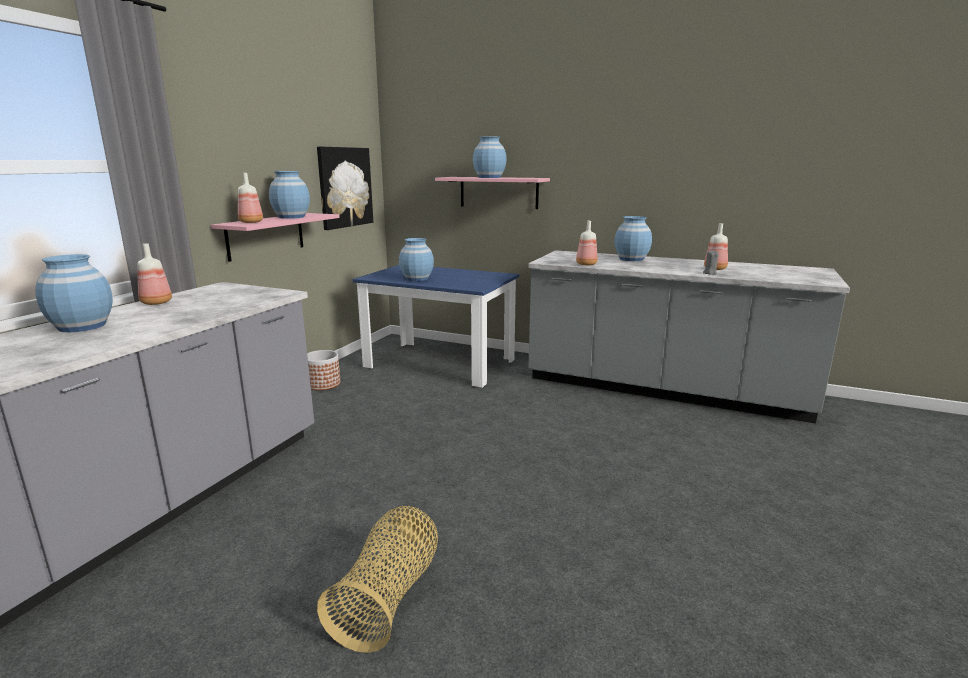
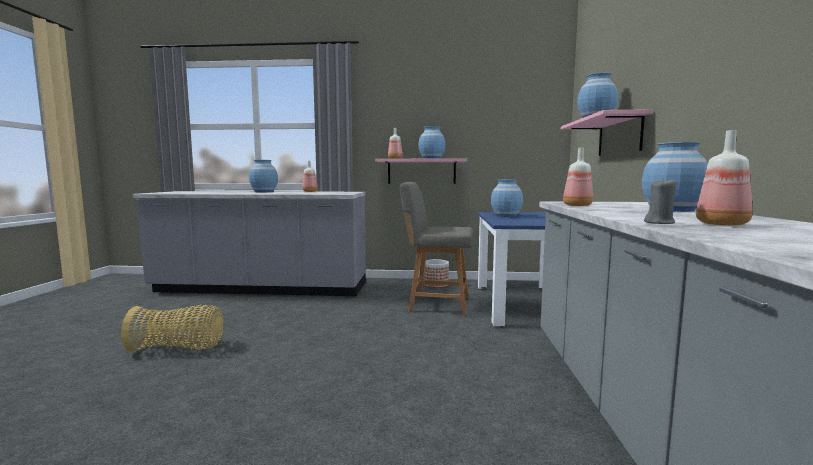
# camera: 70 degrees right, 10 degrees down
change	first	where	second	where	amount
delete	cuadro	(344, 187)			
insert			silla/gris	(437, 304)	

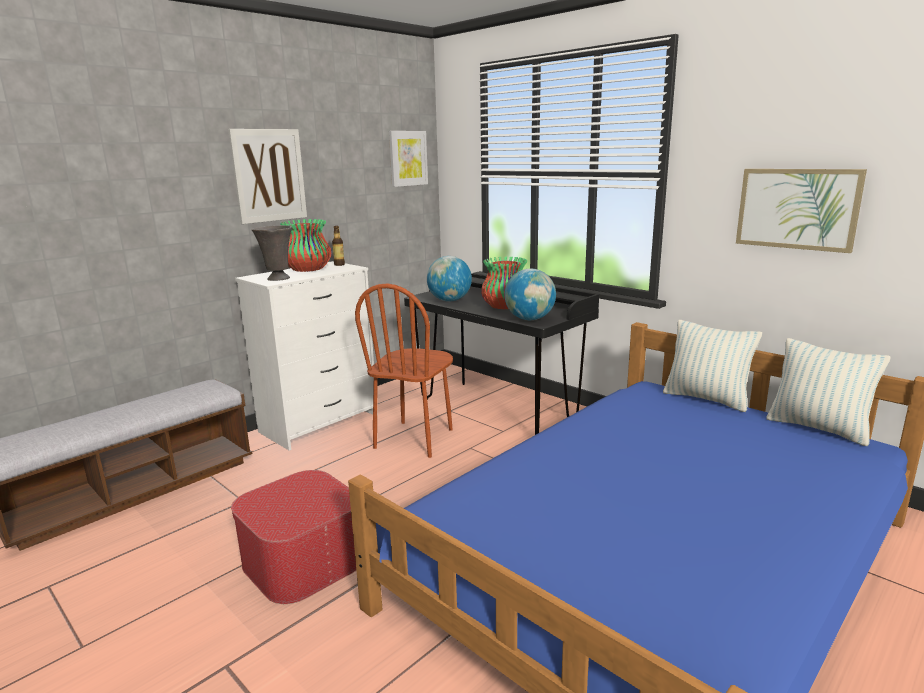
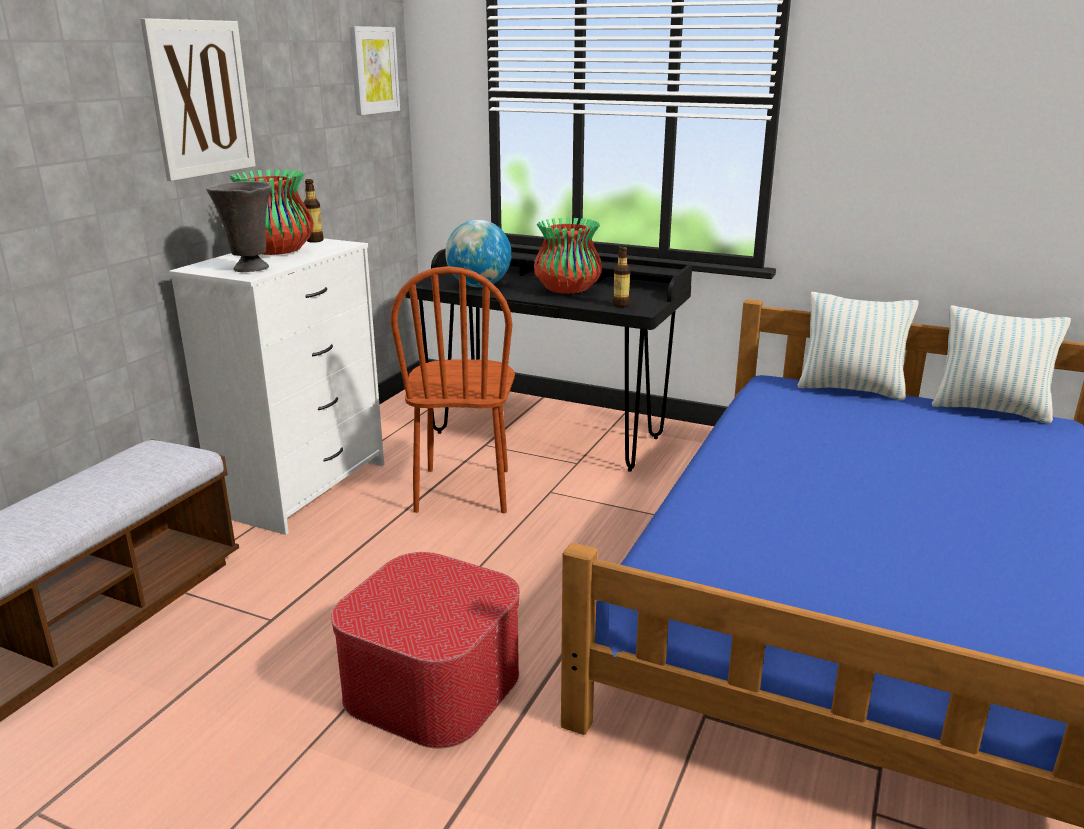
# camera: 20 degrees left, 5 degrees up
change	first	where	second	where	amount
delete	cuadro	(797, 208)			
replace	globo terráqueo	(530, 319)	botella	(620, 305)	

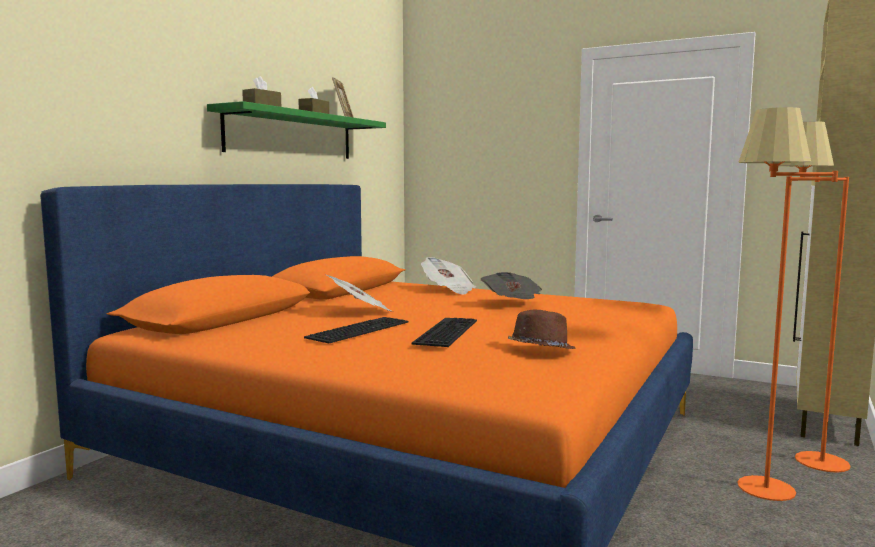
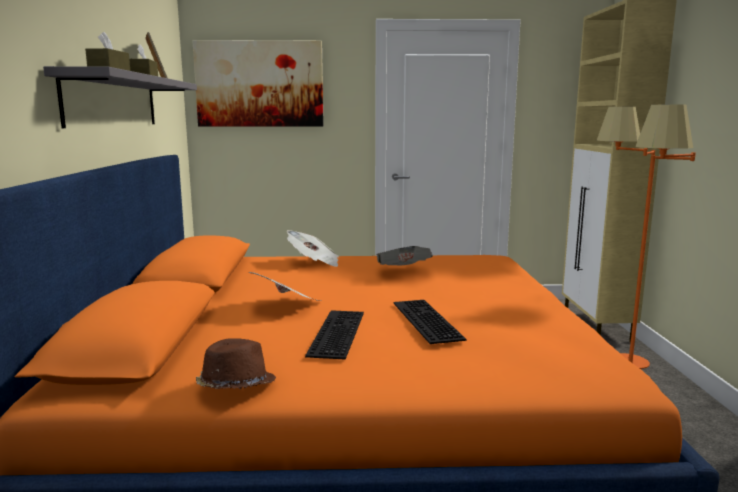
# camera: 30 degrees left, 5 degrees up
change	first	where	second	where	amount
insert			cuadro	(259, 84)	
move	sombrero/marrón	(540, 350)		(235, 386)	
recolor	estante/verde	(292, 135)	estante/gris	(113, 101)	

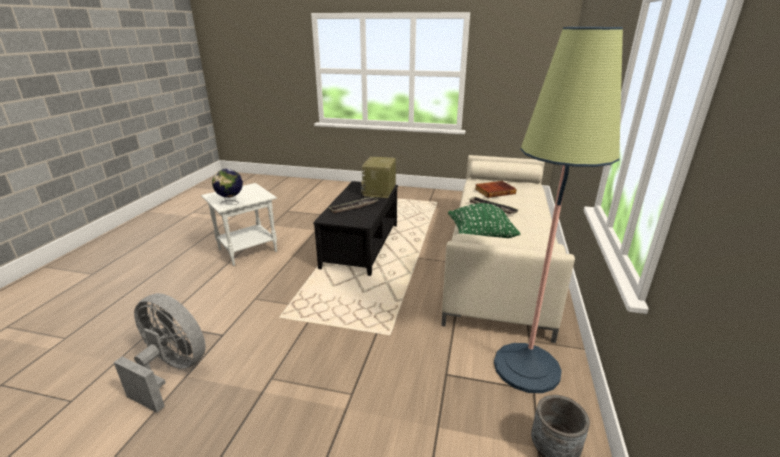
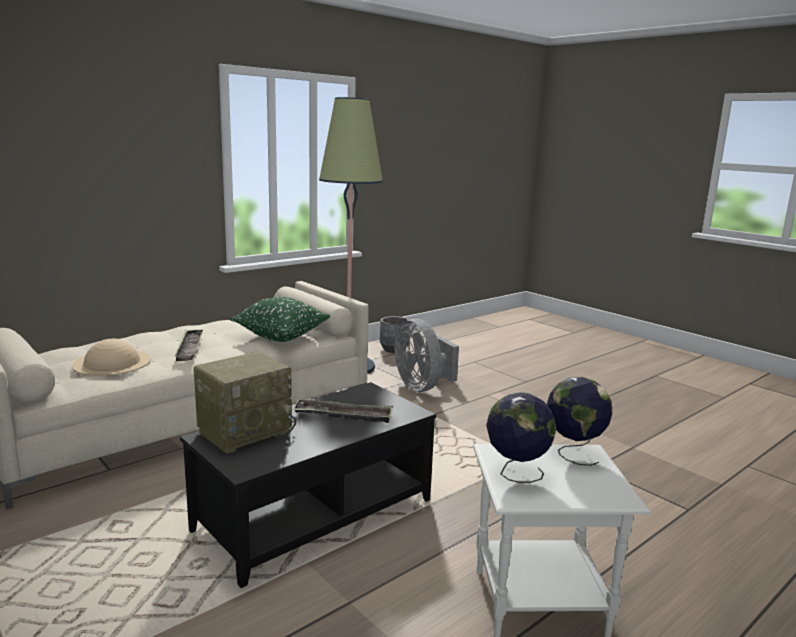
# camera: 145 degrees left, 10 degrees down
change	first	where	second	where	amount
insert			globo terráqueo	(516, 473)	
move	ventilador/gris	(171, 371)		(422, 387)	
replace	libro	(494, 191)	sombrero/beis	(112, 362)	

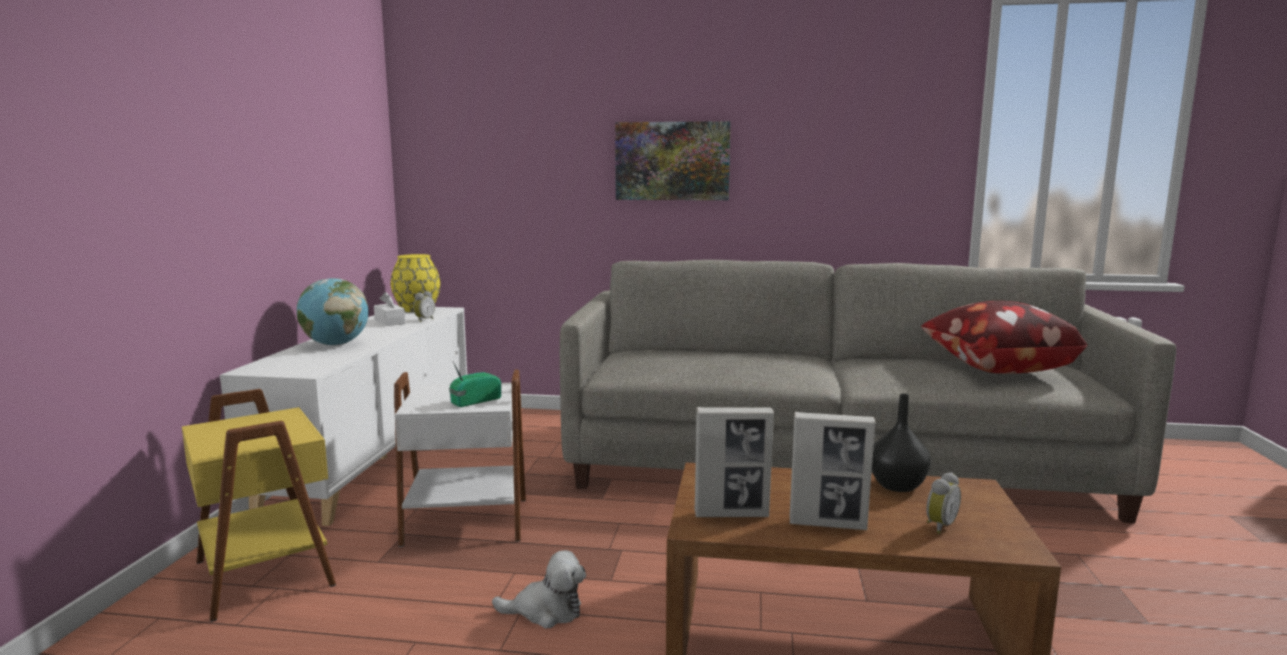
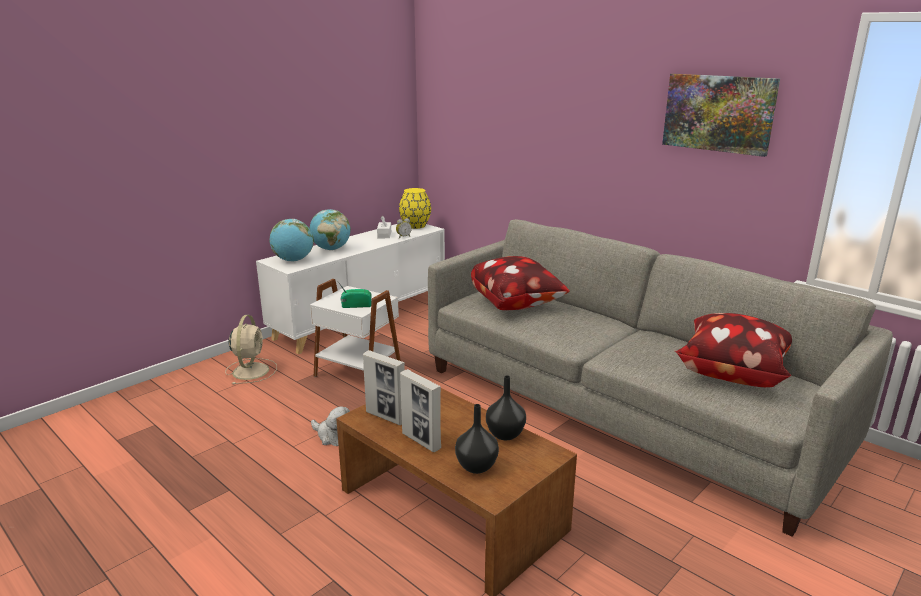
# camera: 35 degrees right, 10 degrees up
change	first	where	second	where	amount
insert			globo terráqueo	(293, 260)	
insert			cojín	(516, 304)	
move	cuadro	(672, 161)		(718, 113)	
replace	mesa auxiliar/amarillo	(268, 571)	ventilador/beis	(251, 370)	
replace	despertador	(938, 526)	florero/negro	(477, 466)	

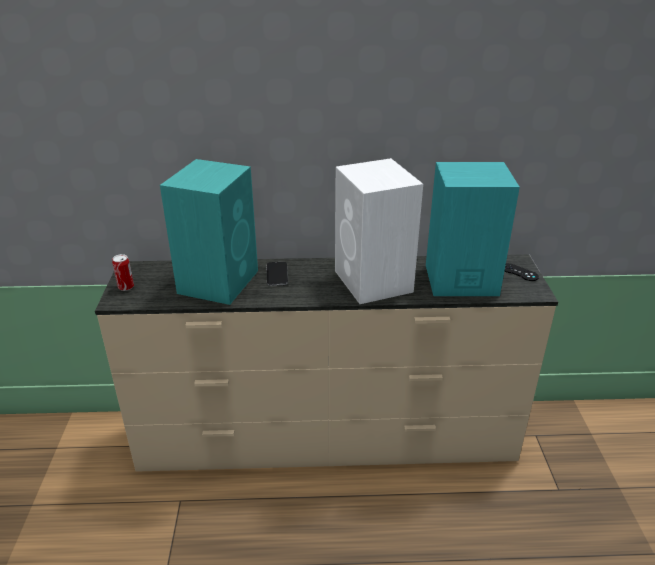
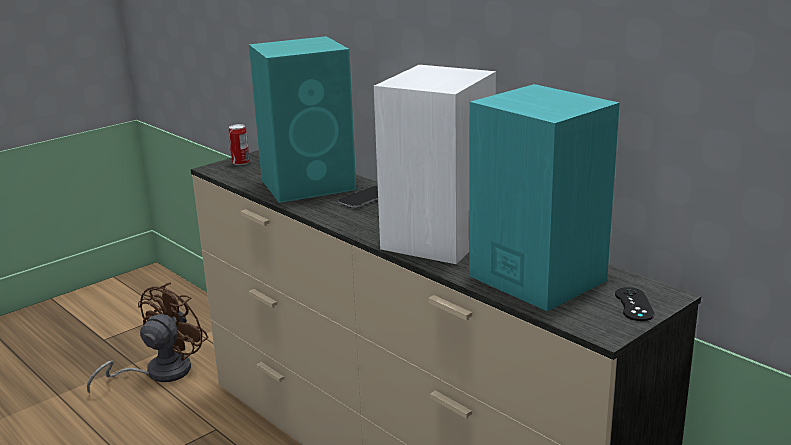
# camera: 50 degrees right, 10 degrees down
change	first	where	second	where	amount
insert			ventilador/marrón	(158, 372)	

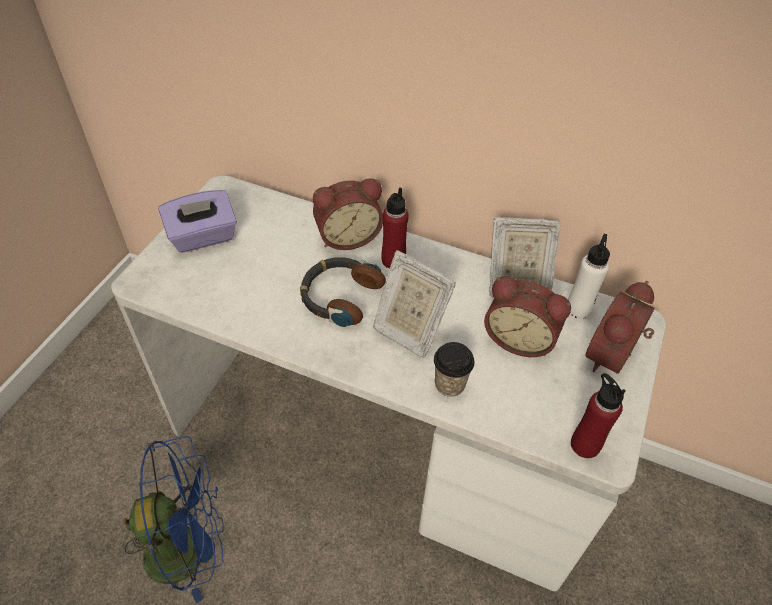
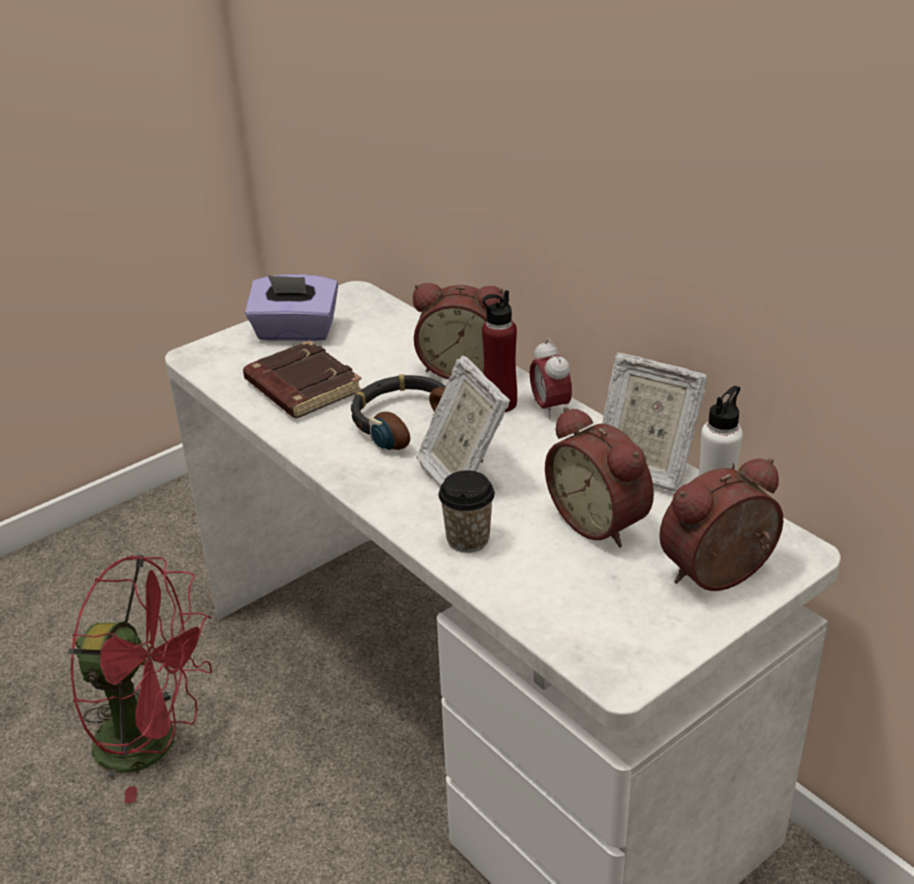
# camera: 30 degrees right, 15 degrees down
change	first	where	second	where	amount
delete	botella/rojo	(585, 444)			
insert			libro/marrón	(301, 388)	
insert			despertador	(550, 408)	
recolor	ventilador/azul	(189, 548)	ventilador/rojo	(154, 742)	

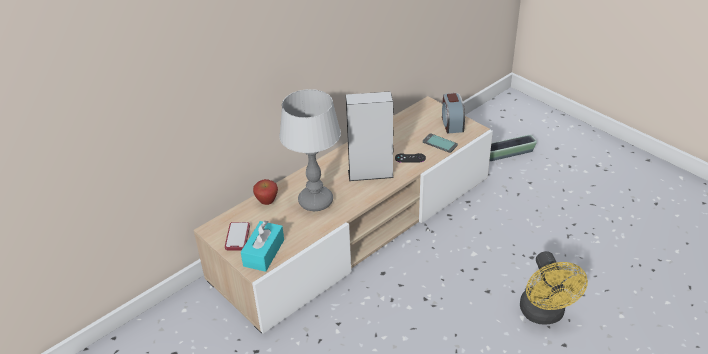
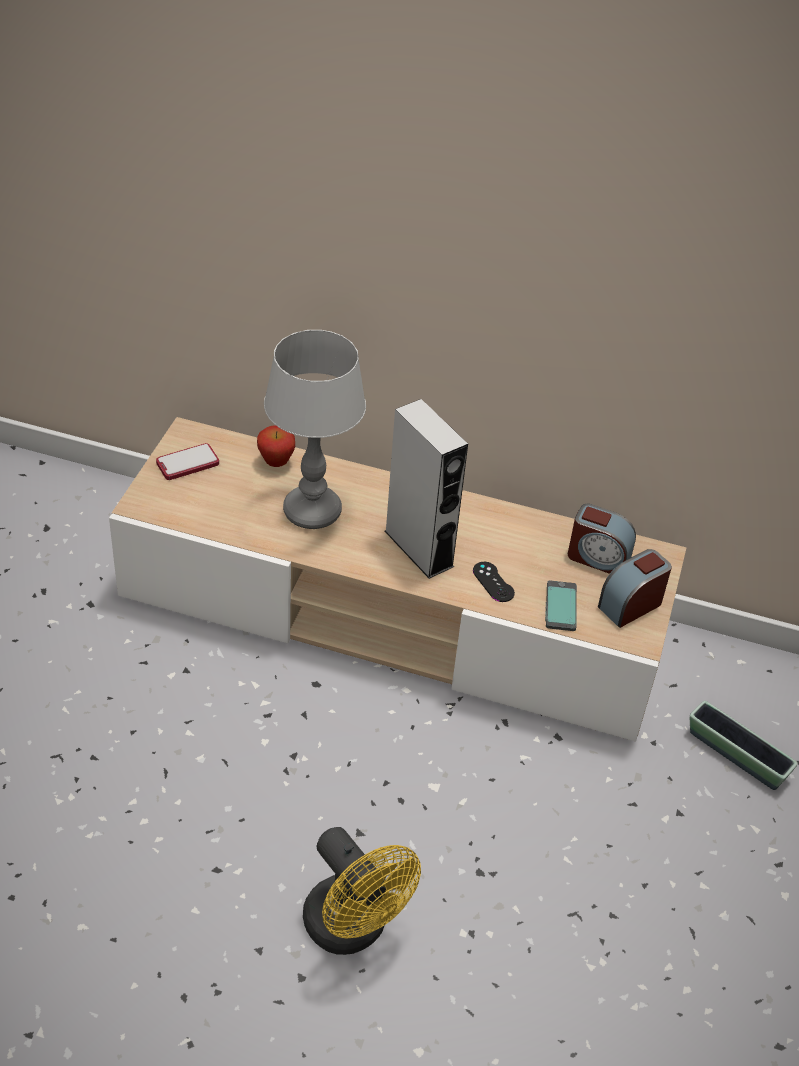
# camera: 55 degrees right, 5 degrees up
change	first	where	second	where	amount
delete	caja de pañuelos/turquesa	(264, 253)			
insert			despertador	(598, 558)	
rotate	ventilador/amarillo	(544, 314)		(353, 929)	90 degrees counterclockwise

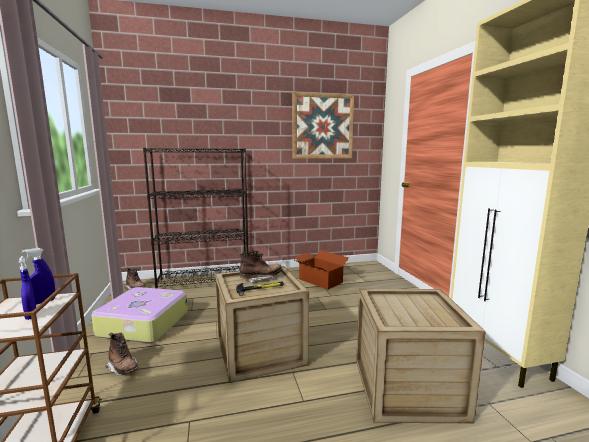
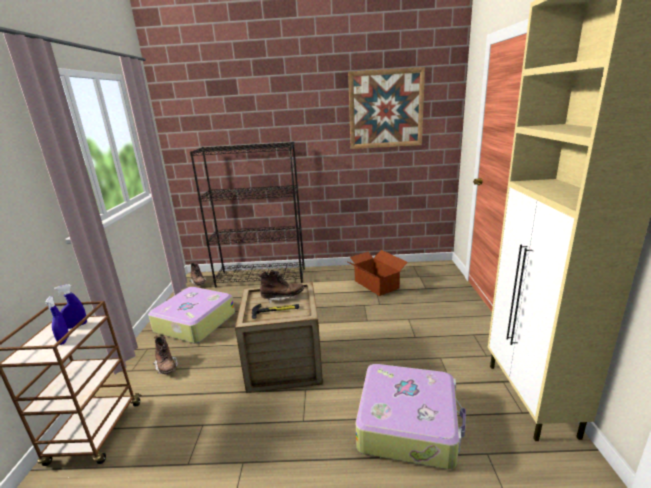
# camera: 15 degrees right, 10 degrees up
change	first	where	second	where	amount
replace	caja de embalaje	(407, 388)	maleta	(408, 423)	

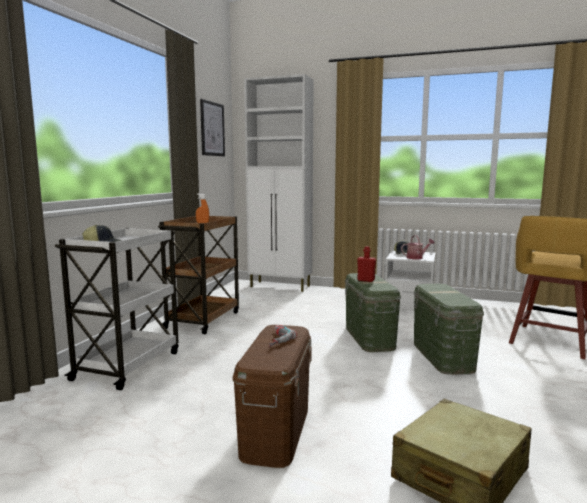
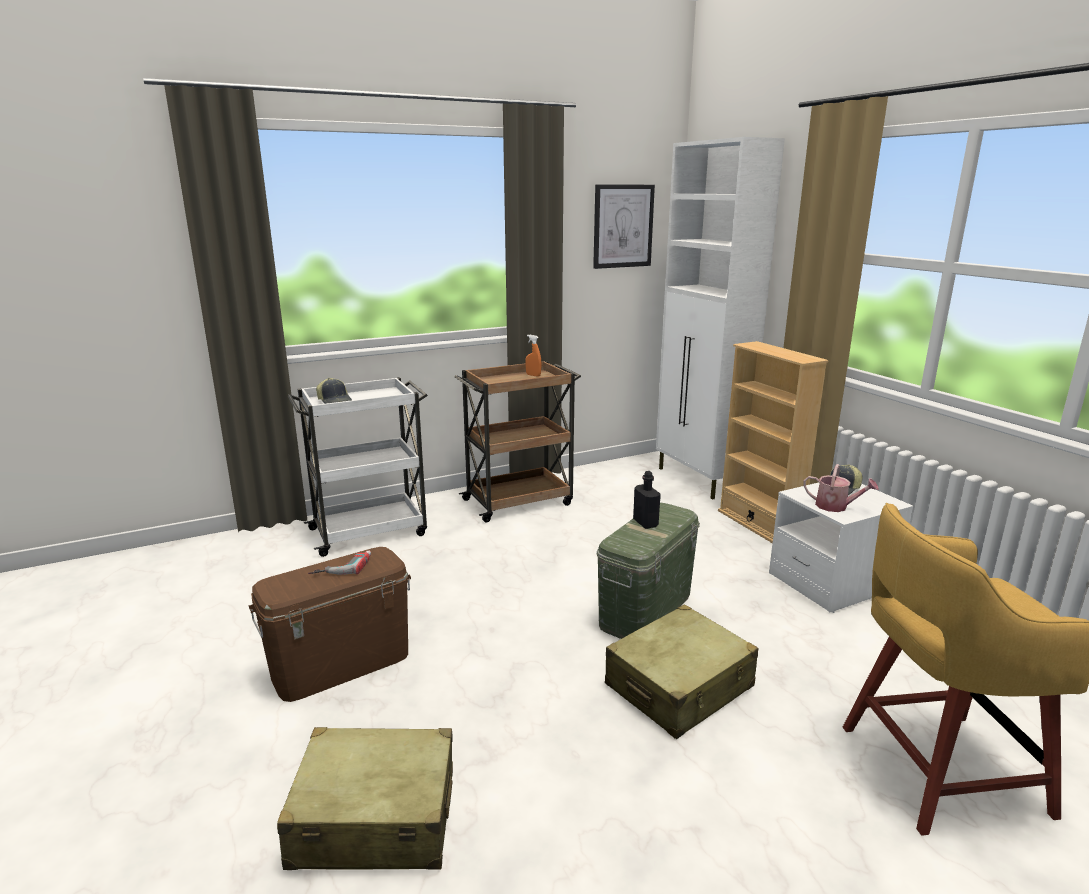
# camera: 45 degrees right, 10 degrees up
change	first	where	second	where	amount
insert			estantería/beis	(758, 525)	
replace	caja de almacenaje/verde	(442, 356)	maleta/beis	(679, 686)	
recolor	botella/rojo	(366, 280)	botella/negro	(645, 523)	

